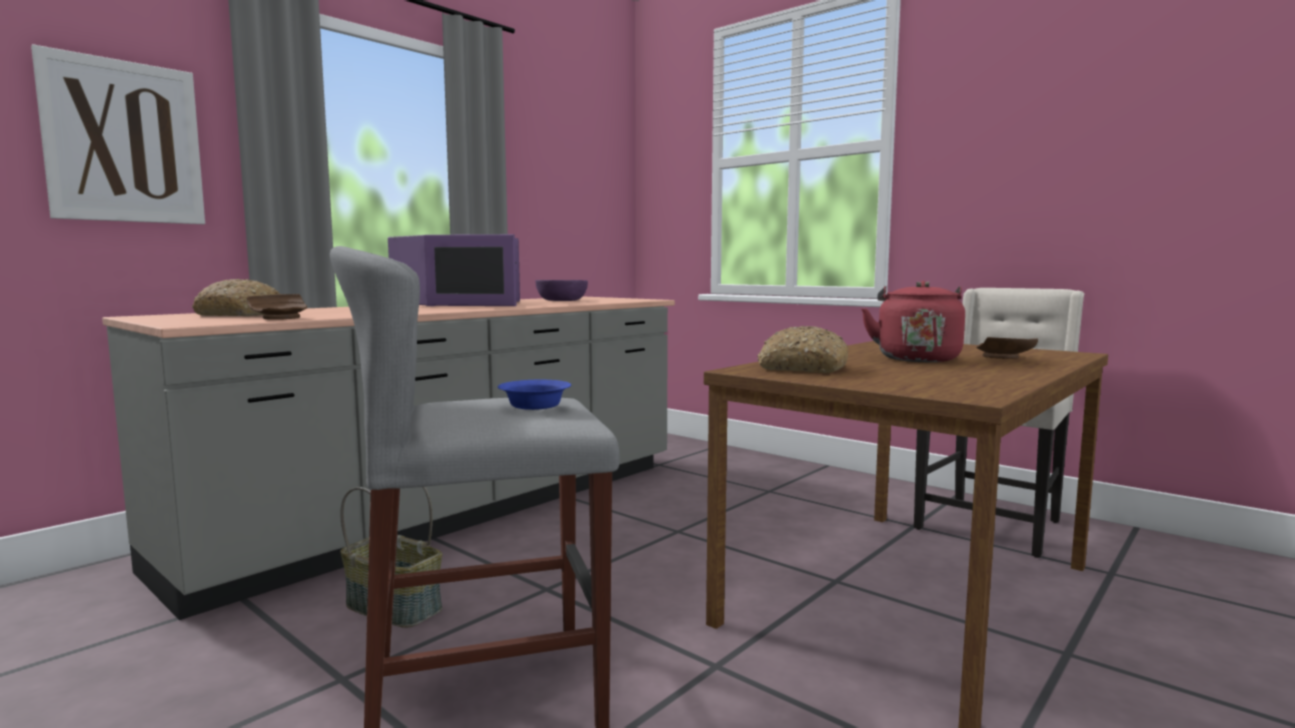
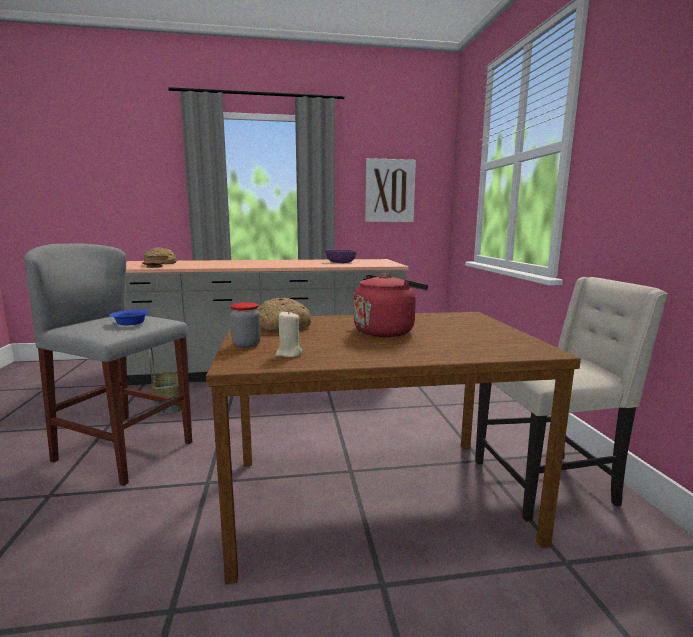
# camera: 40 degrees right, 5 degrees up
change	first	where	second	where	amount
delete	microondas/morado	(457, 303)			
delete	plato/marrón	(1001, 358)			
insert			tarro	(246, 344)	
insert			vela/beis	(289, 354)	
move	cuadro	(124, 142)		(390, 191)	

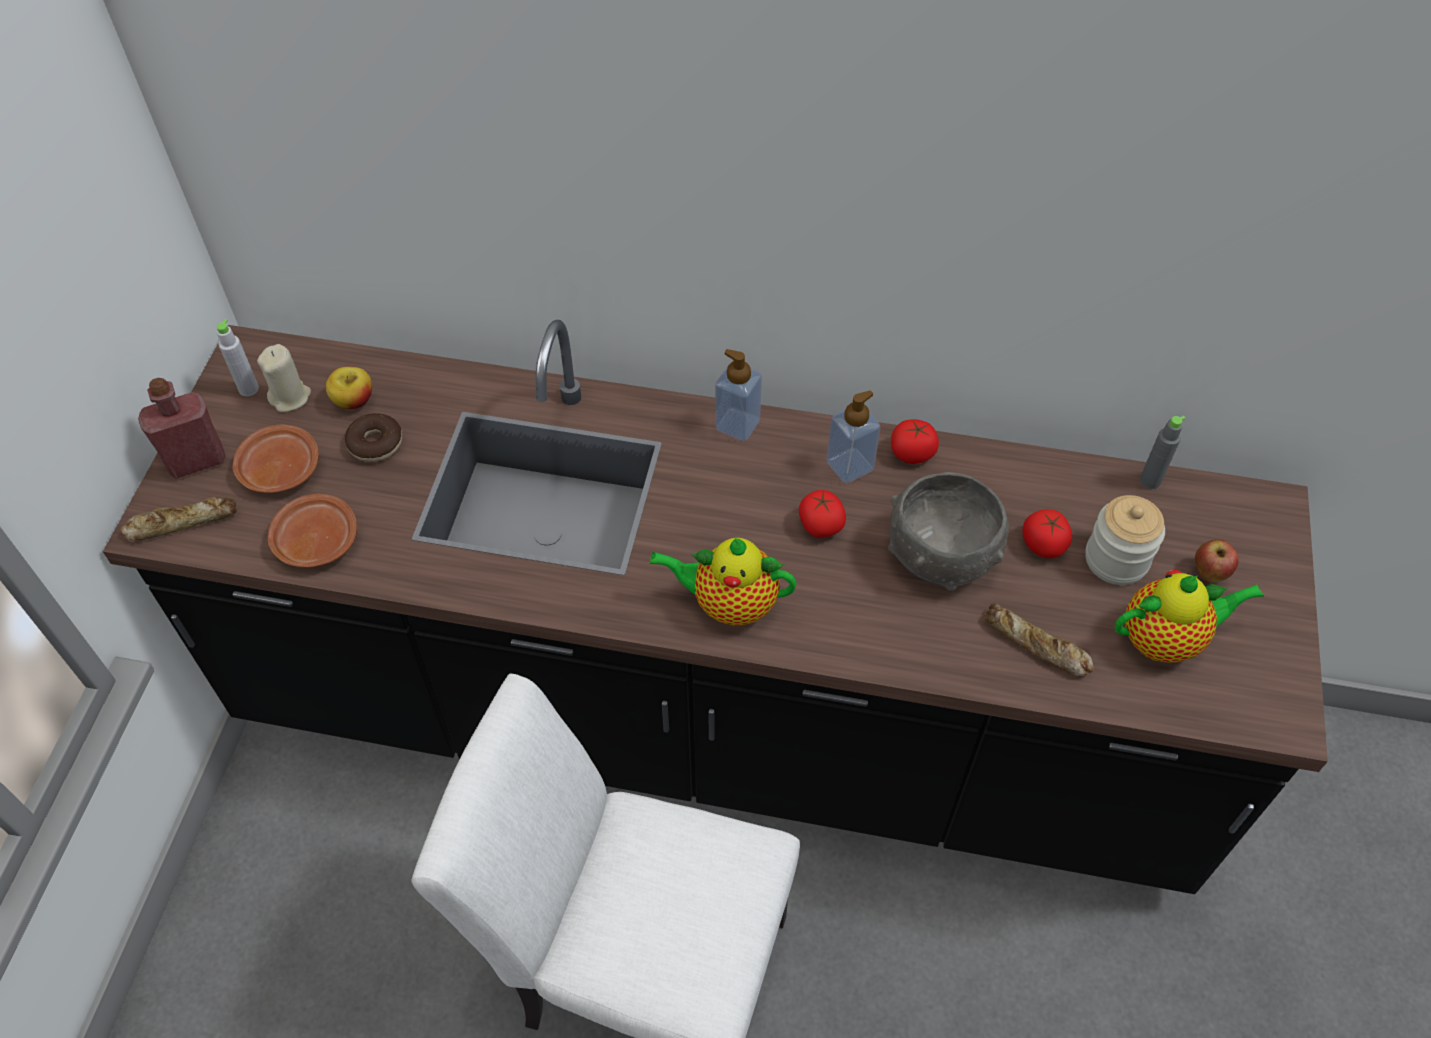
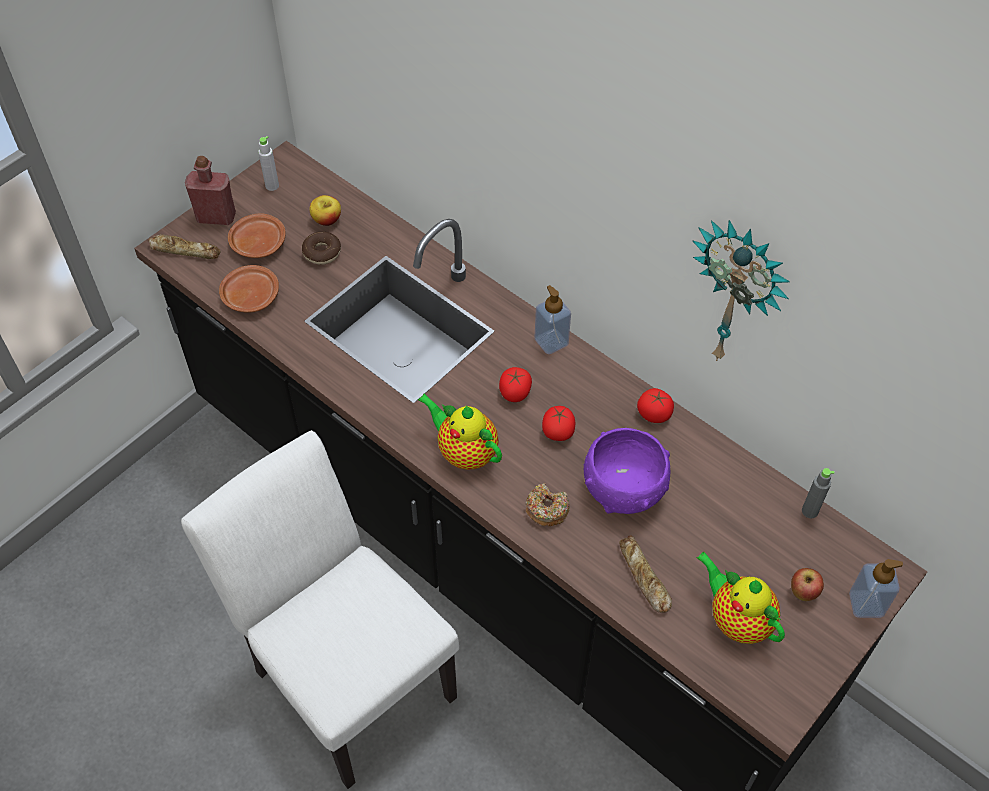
# camera: 30 degrees right, 0 degrees up
change	first	where	second	where	amount
delete	vela/beis	(290, 397)			
delete	tarro	(1116, 559)			
insert			rosquilla	(546, 509)	
insert			reloj de pared	(737, 294)	
move	dispensador de jabón	(849, 466)		(866, 604)	
move	tomate	(1043, 545)		(515, 393)	
recolor	cuenco/gris	(941, 555)	cuenco/morado	(624, 489)	
rotate	tetera	(1166, 639)		(736, 619)	150 degrees counterclockwise

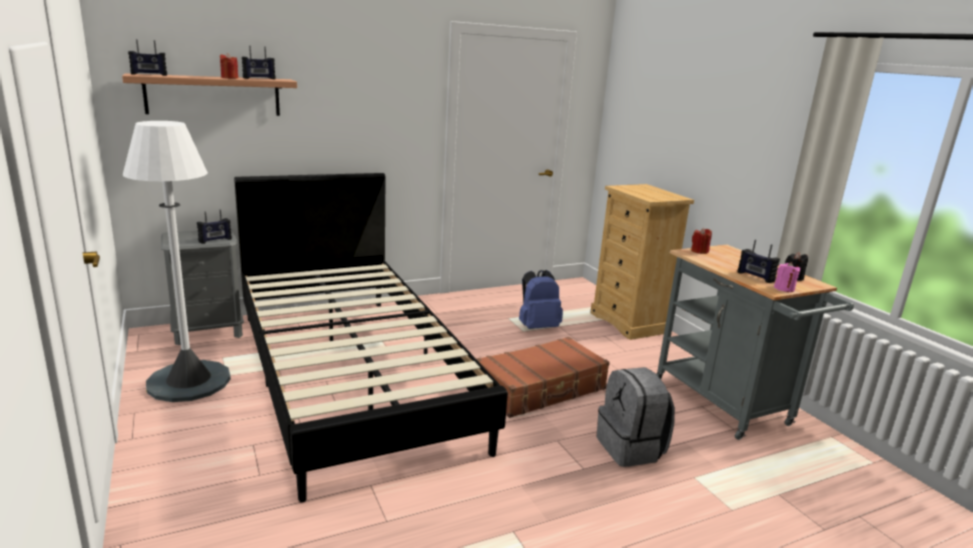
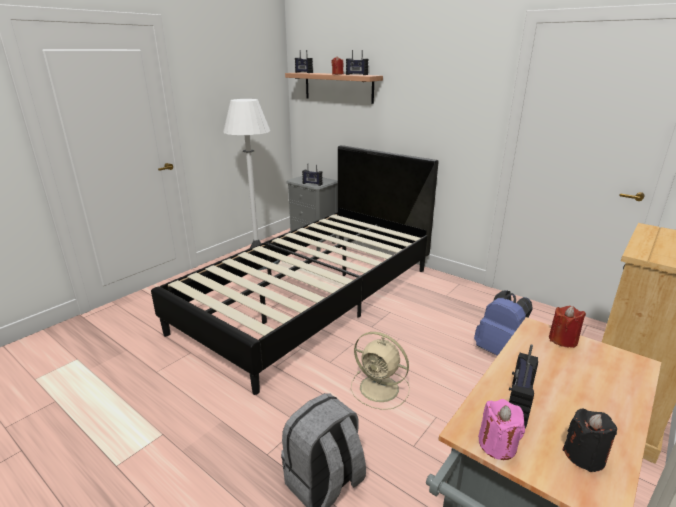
# camera: 65 degrees right, 5 degrees up
change	first	where	second	where	amount
replace	maleta/marrón	(541, 388)	ventilador/beis	(381, 389)	

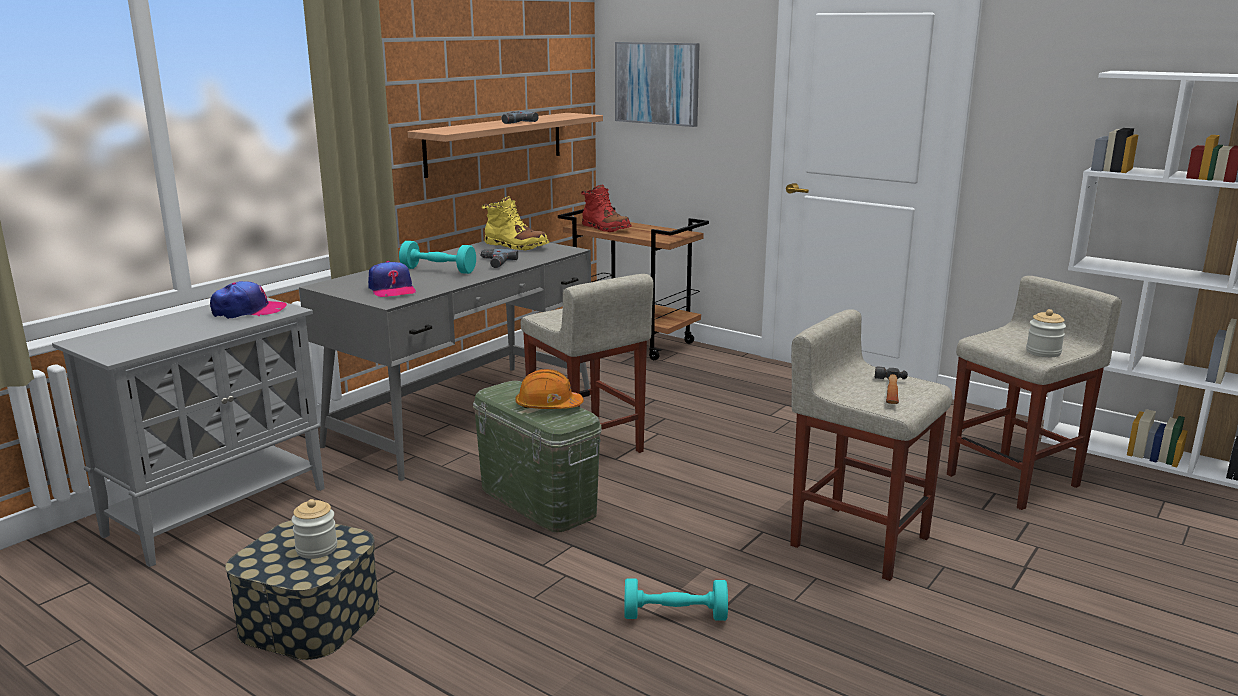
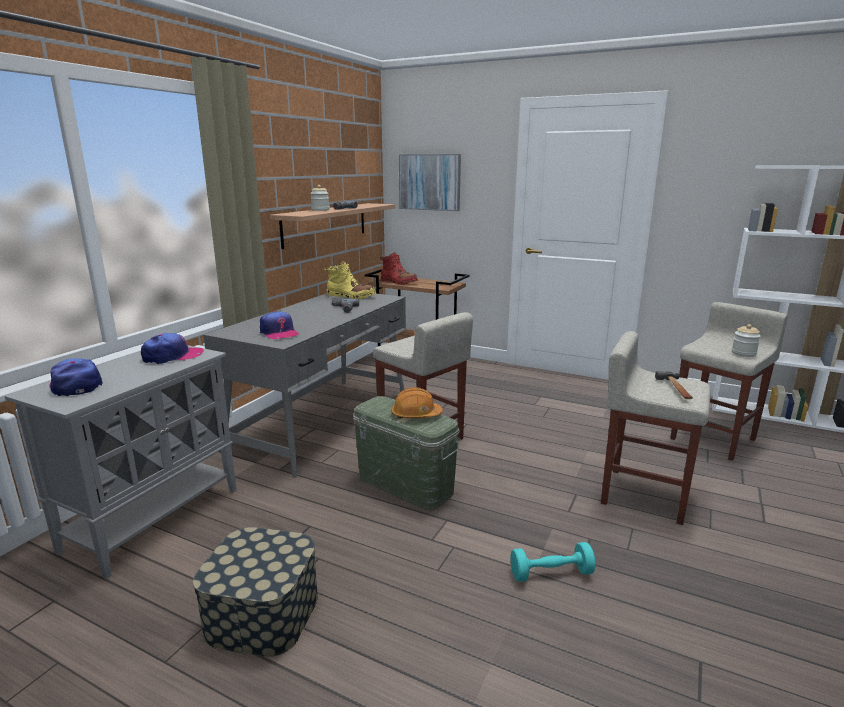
# camera: 10 degrees left, 0 degrees up
change	first	where	second	where	amount
delete	mancuerna/turquesa	(438, 270)			
insert			gorra	(76, 385)	
move	tarro	(316, 549)		(320, 210)	

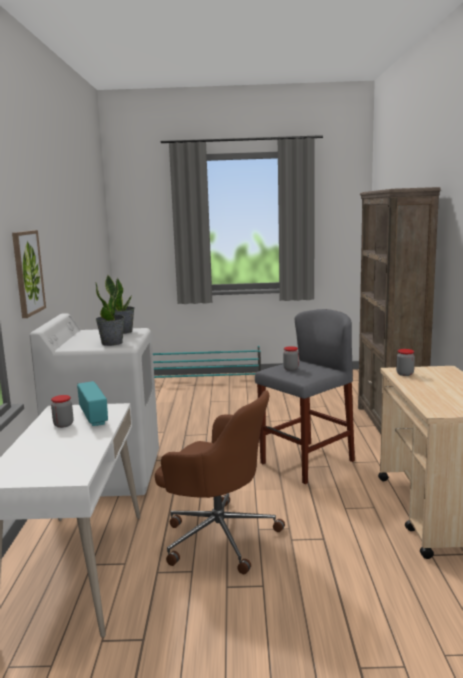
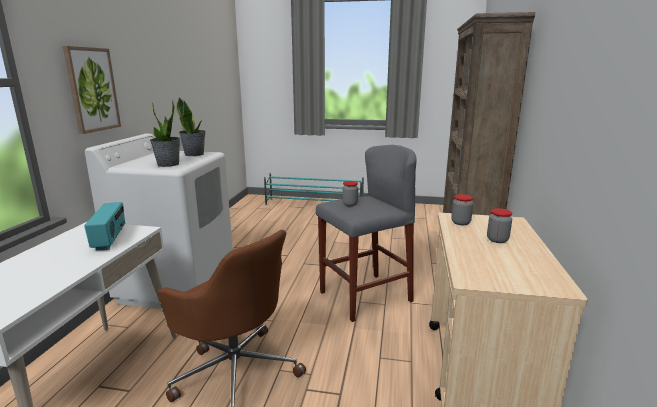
# camera: 10 degrees right, 5 degrees up
change	first	where	second	where	amount
move	tarro	(63, 424)		(497, 240)	

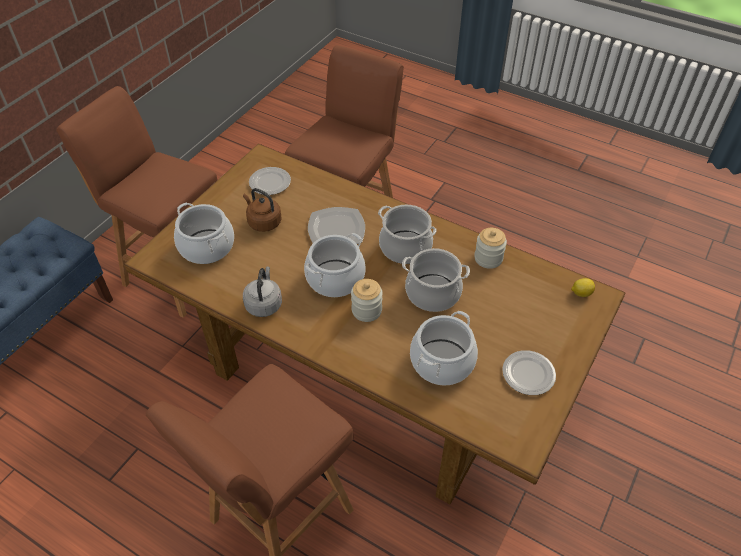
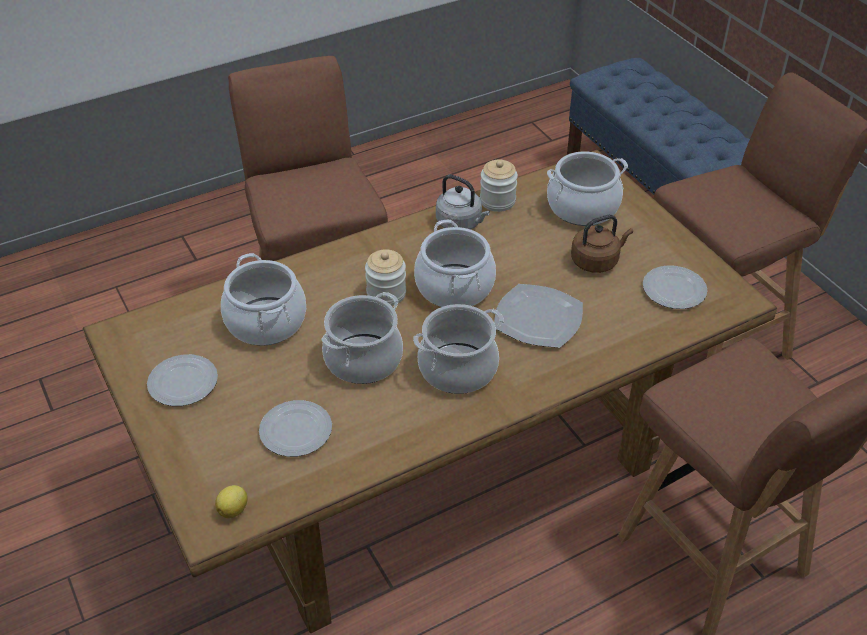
# camera: 120 degrees right, 5 degrees down
change	first	where	second	where	amount
insert			plato	(295, 431)	
move	tarro	(488, 258)		(497, 201)	

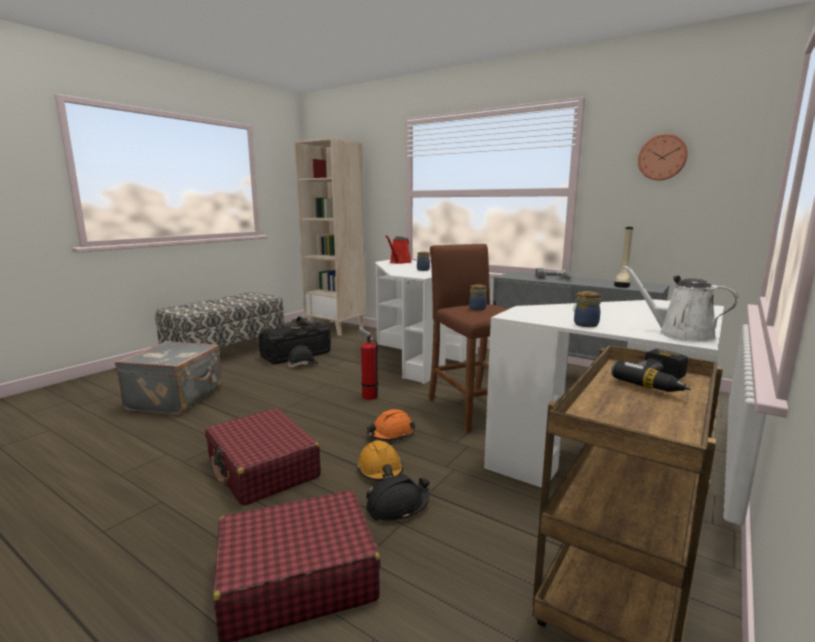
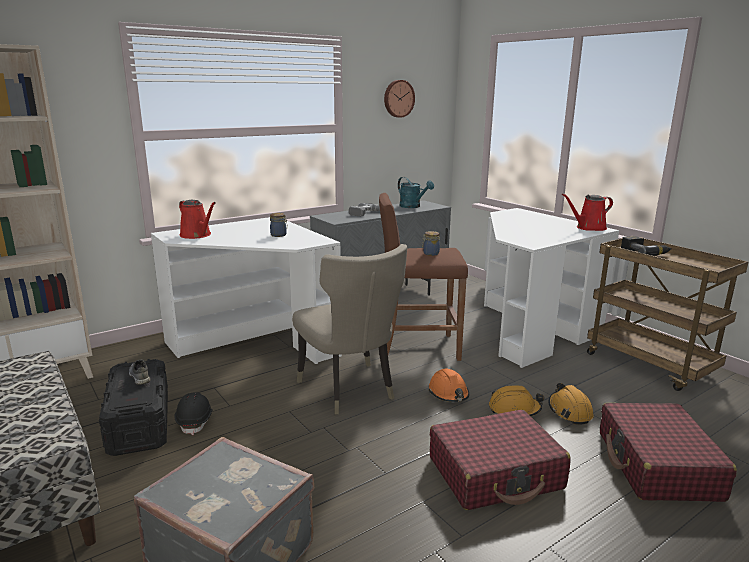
# camera: 70 degrees left, 5 degrees up
change	first	where	second	where	amount
delete	tarro	(585, 324)			
replace	extintor	(368, 396)	silla/beis	(350, 390)	
replace	bota/beis	(622, 284)	regadera/turquesa	(413, 206)	
recolor	casco/negro	(398, 506)	casco/naranja	(569, 411)	
recolor	regadera/blanco	(680, 334)	regadera/rojo	(588, 228)	

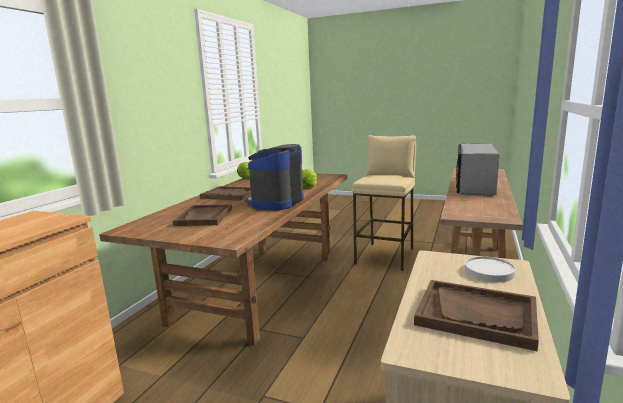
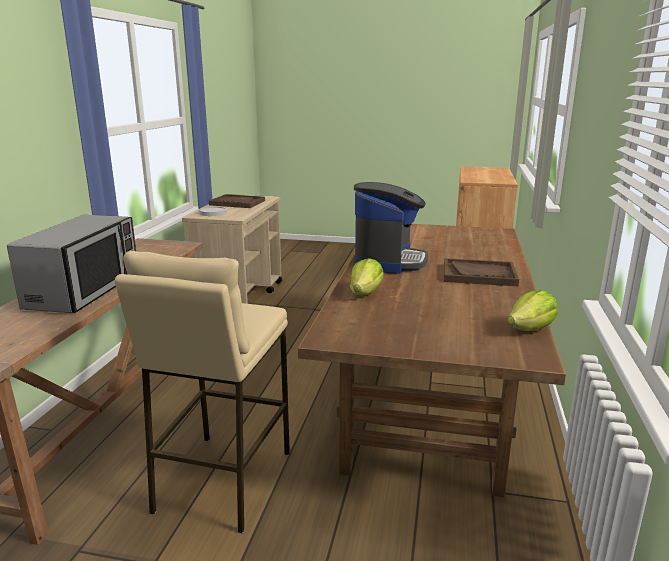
# camera: 170 degrees right, 5 degrees up
change	first	where	second	where	amount
delete	bandeja/marrón	(204, 217)			

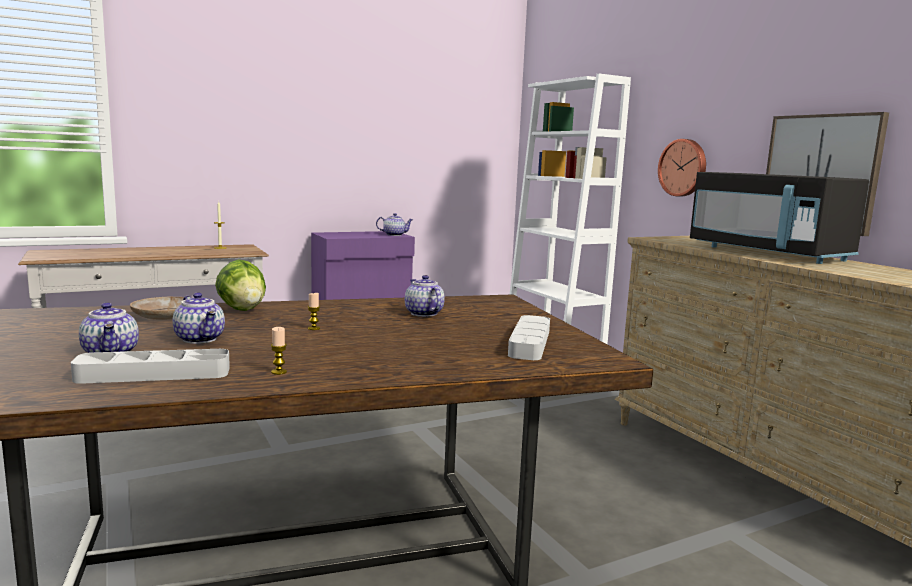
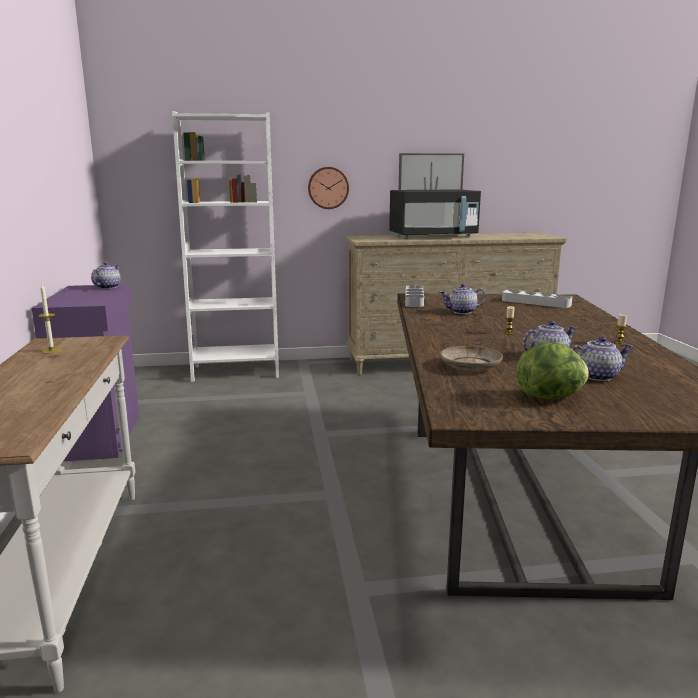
# camera: 70 degrees left, 5 degrees up
change	first	where	second	where	amount
move	bandeja/gris	(154, 374)		(414, 299)	
move	lechuga	(243, 309)		(550, 397)	

